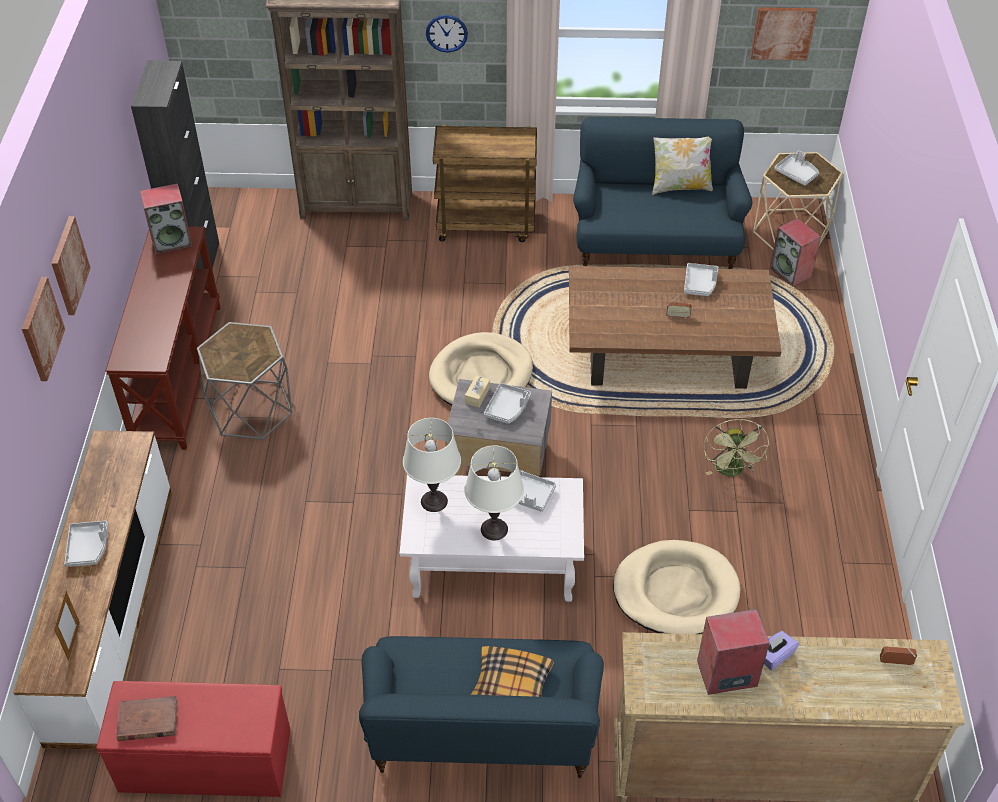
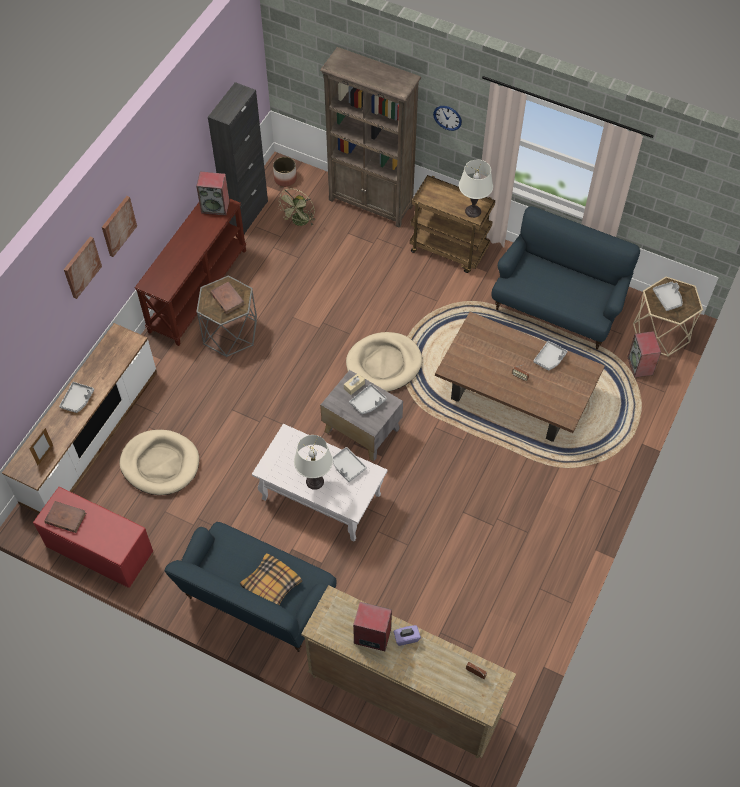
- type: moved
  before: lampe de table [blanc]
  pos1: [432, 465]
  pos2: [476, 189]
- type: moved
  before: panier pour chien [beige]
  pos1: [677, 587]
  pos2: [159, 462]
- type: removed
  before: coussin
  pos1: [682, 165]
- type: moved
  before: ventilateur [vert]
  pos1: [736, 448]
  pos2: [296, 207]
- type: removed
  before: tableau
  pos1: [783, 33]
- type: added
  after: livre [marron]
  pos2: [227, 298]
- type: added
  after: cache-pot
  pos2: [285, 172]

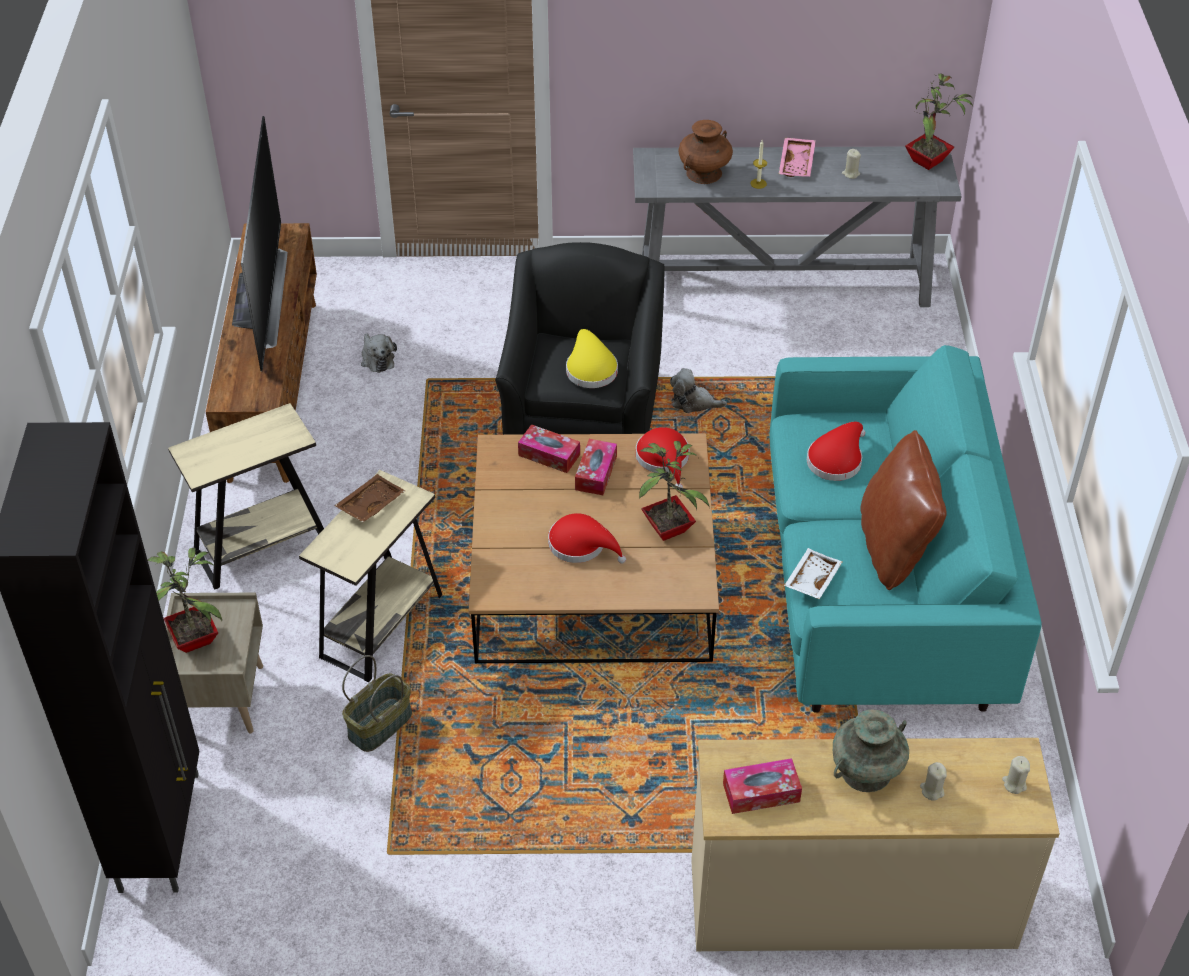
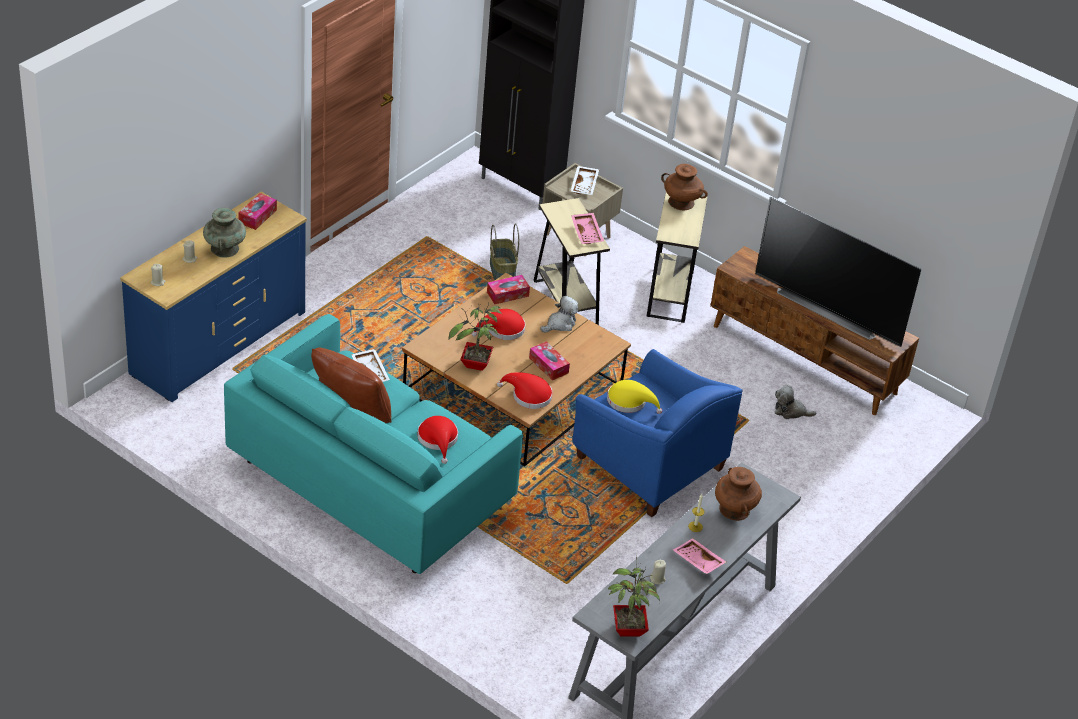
- type: replaced
  before: plante en pot
  after: plateau [blanc]
  pos1: [185, 600]
  pos2: [584, 180]
- type: recoloured
  before: plateau [marron]
  after: plateau [rose]
  pos1: [369, 498]
  pos2: [587, 228]
- type: recoloured
  before: fauteuil [noir]
  after: fauteuil [bleu]
  pos1: [580, 338]
  pos2: [657, 433]
- type: moved
  before: boîte à mouchoirs
  pos1: [549, 448]
  pos2: [508, 289]
- type: moved
  before: peluche
  pos1: [698, 390]
  pos2: [559, 314]
- type: recoloured
  before: commode [beige]
  after: commode [bleu]
  pos1: [875, 844]
  pos2: [213, 297]
- type: added
  after: vase [marron]
  pos2: [684, 187]

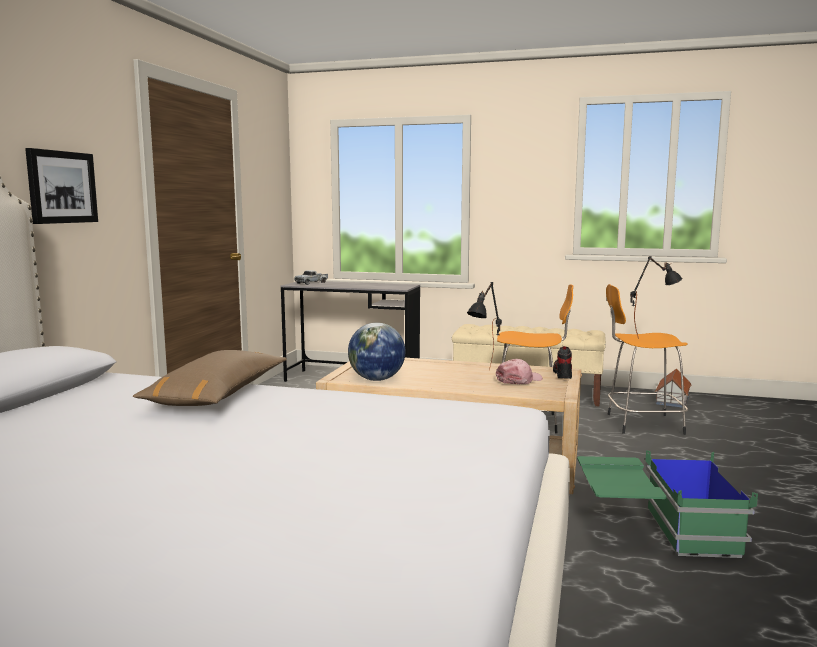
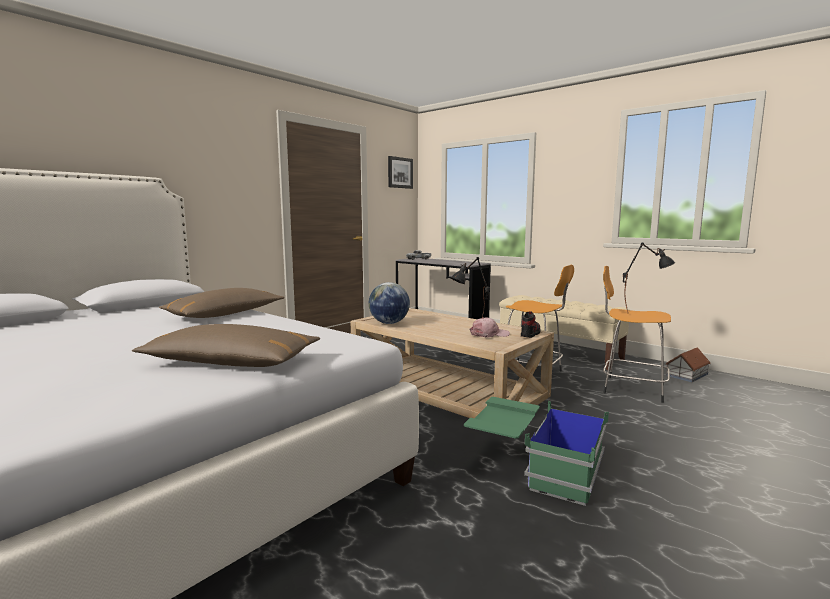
- type: moved
  before: tableau
  pos1: [61, 186]
  pos2: [400, 172]
- type: added
  after: coussin [marron]
  pos2: [226, 345]

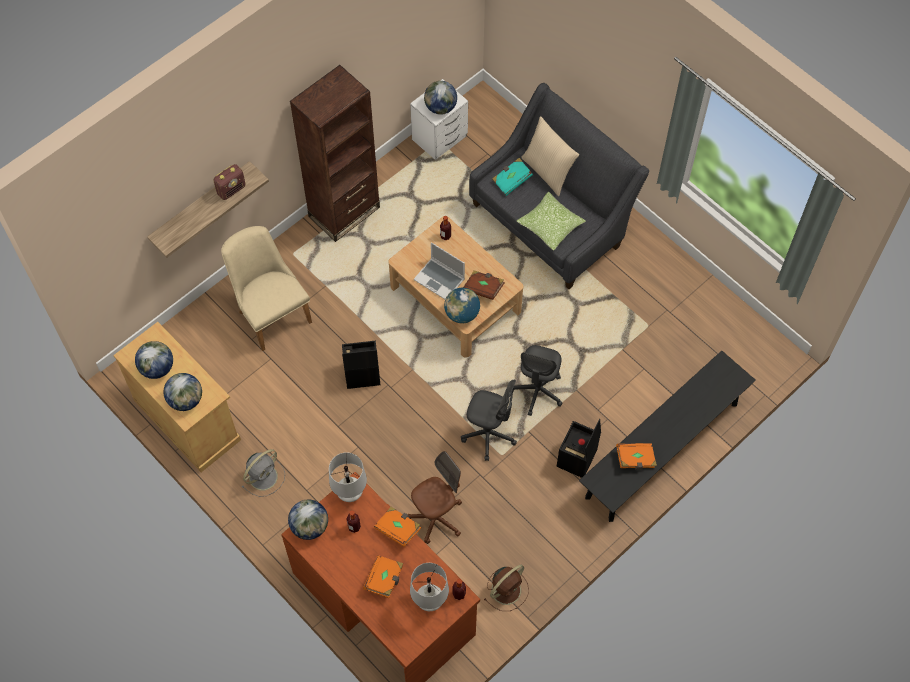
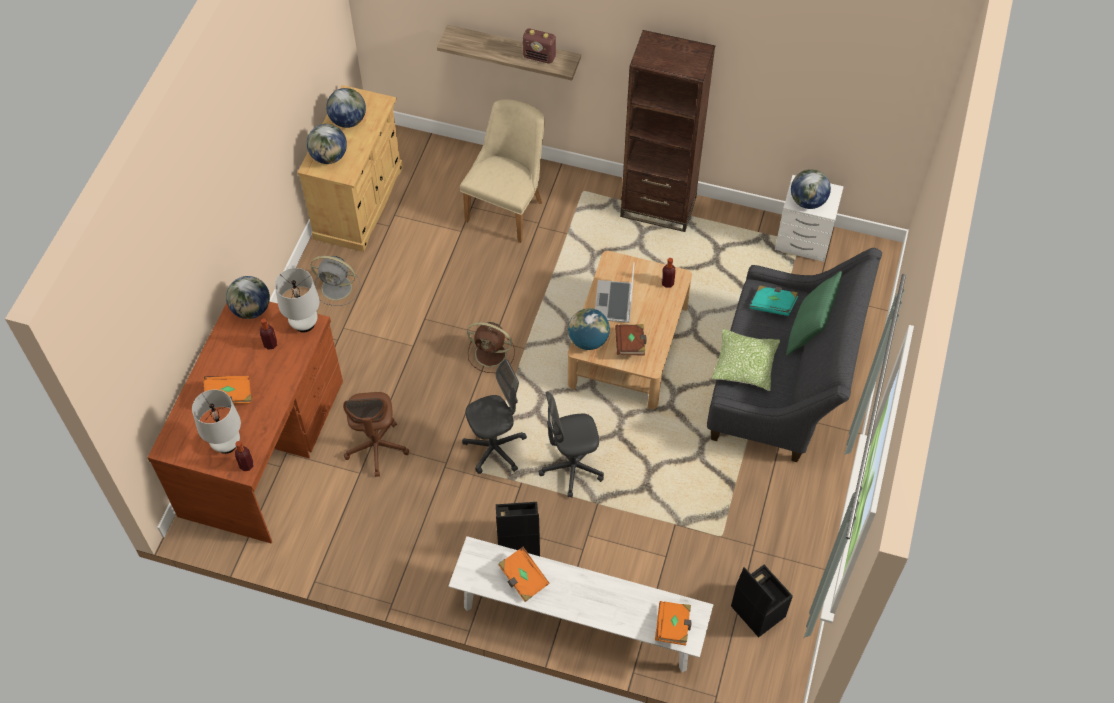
- type: moved
  before: boîte de rangement [noir]
  pos1: [361, 365]
  pos2: [762, 601]
- type: moved
  before: livre [orange]
  pos1: [397, 527]
  pos2: [673, 623]
- type: turned
  before: chaise de bureau [marron]
  pos1: [435, 497]
  pos2: [376, 434]
  turn: 60
- type: turned
  before: chaise de bureau [gris]
  pos1: [489, 420]
  pos2: [494, 416]
  turn: -105
- type: moved
  before: ventilateur [marron]
  pos1: [506, 588]
  pos2: [491, 347]
- type: recoloured
  before: coussin [beige]
  after: coussin [vert]
  pos1: [550, 156]
  pos2: [814, 313]
- type: recoloured
  before: banc [noir]
  after: banc [blanc]
  pos1: [667, 436]
  pos2: [581, 604]

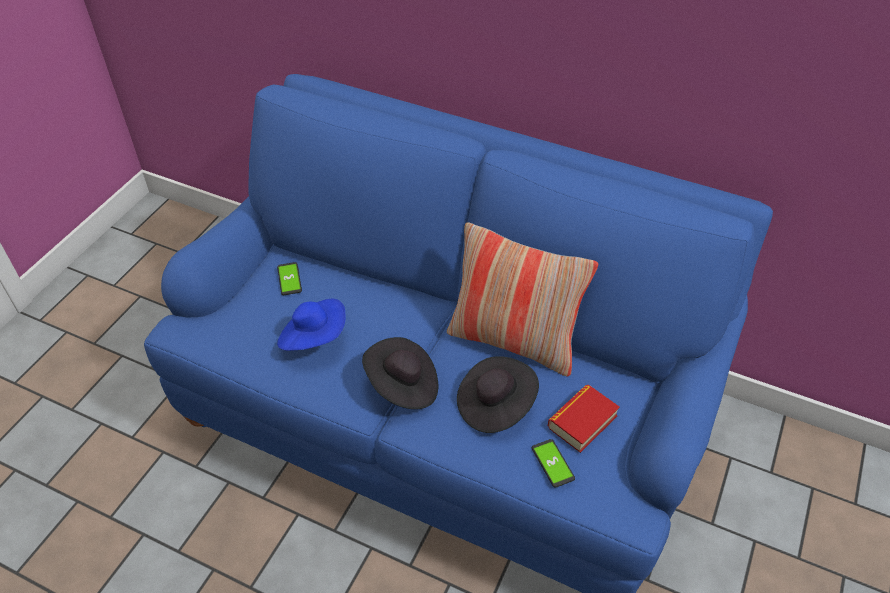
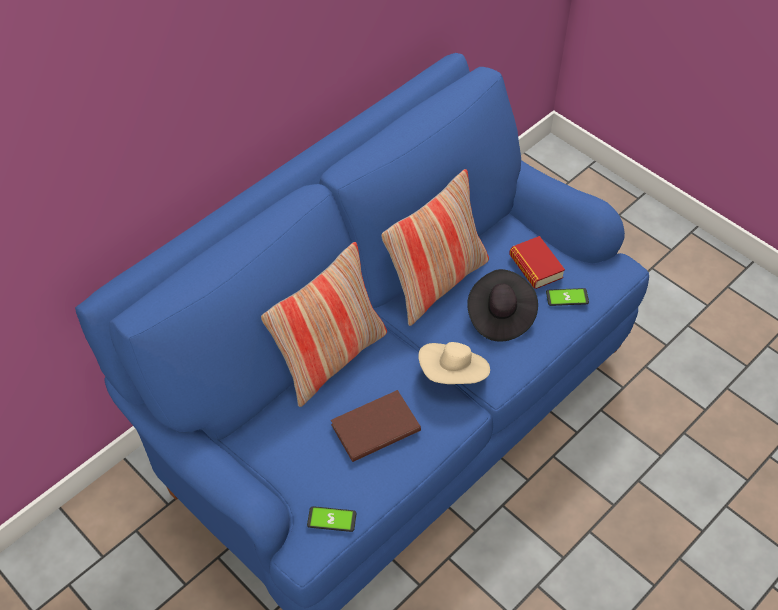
- type: moved
  before: téléphone
  pos1: [289, 278]
  pos2: [332, 519]
- type: replaced
  before: chapeau [bleu]
  after: livre [marron]
  pos1: [311, 324]
  pos2: [376, 426]
- type: recoloured
  before: chapeau [noir]
  after: chapeau [beige]
  pos1: [400, 373]
  pos2: [454, 363]
- type: added
  after: coussin
  pos2: [324, 324]

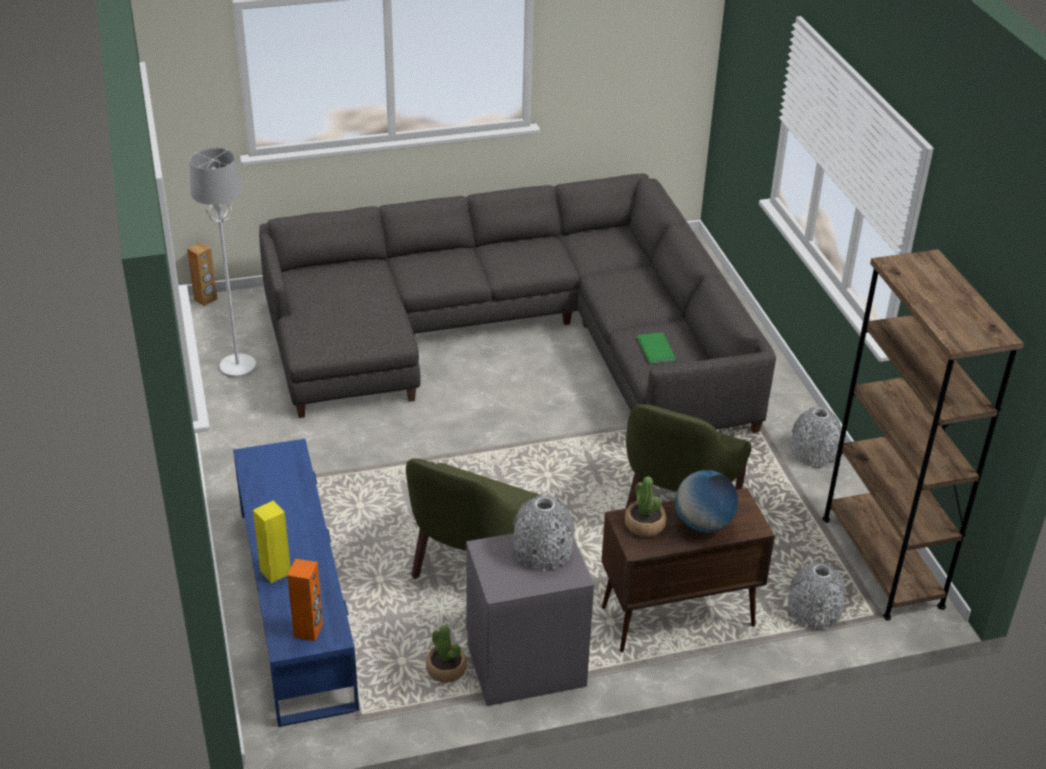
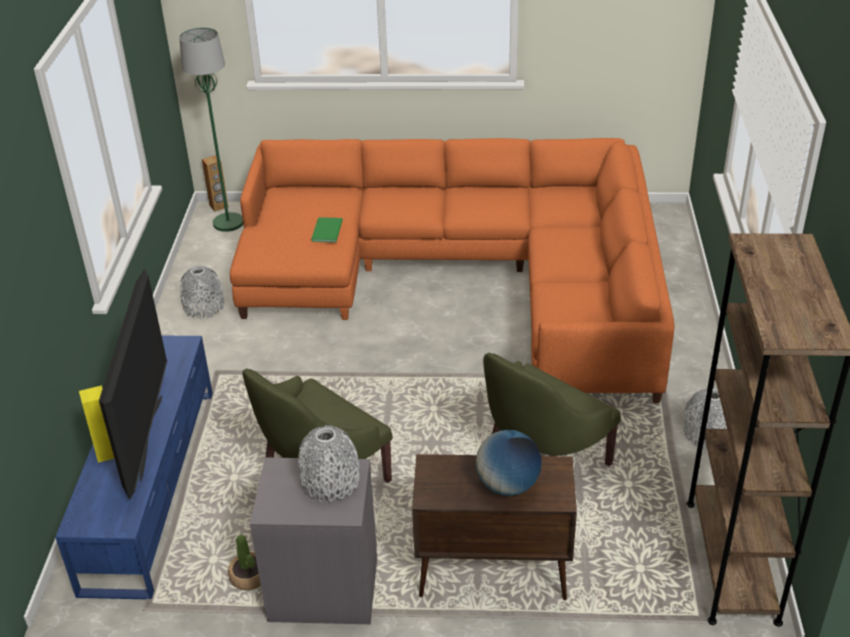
- type: removed
  before: lampadaire [blanc]
  pos1: [222, 262]
- type: recoloured
  before: canapé [gris]
  after: canapé [orange]
  pos1: [517, 303]
  pos2: [452, 270]
- type: removed
  before: enceinte [orange]
  pos1: [305, 600]
- type: removed
  before: plante en pot
  pos1: [646, 506]
- type: moved
  before: livre [vert]
  pos1: [656, 348]
  pos2: [327, 230]
- type: moved
  before: vase [gris]
  pos1: [817, 596]
  pos2: [202, 292]
- type: added
  after: téléviseur
  pos2: [133, 384]
- type: added
  after: lampadaire [vert]
  pos2: [211, 129]

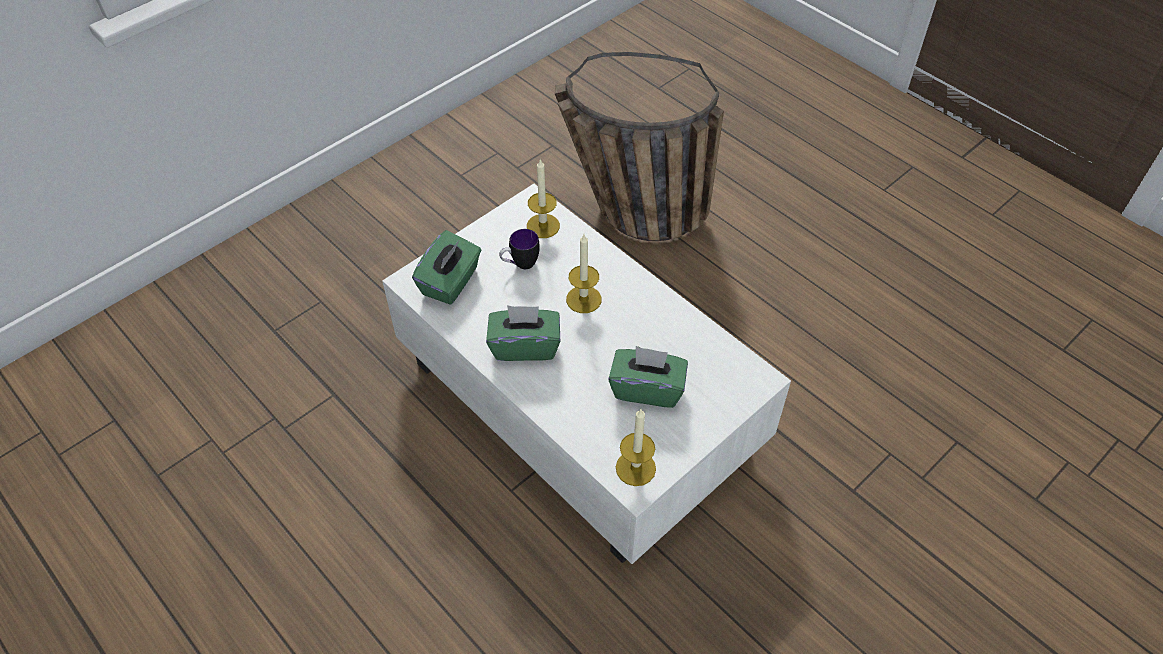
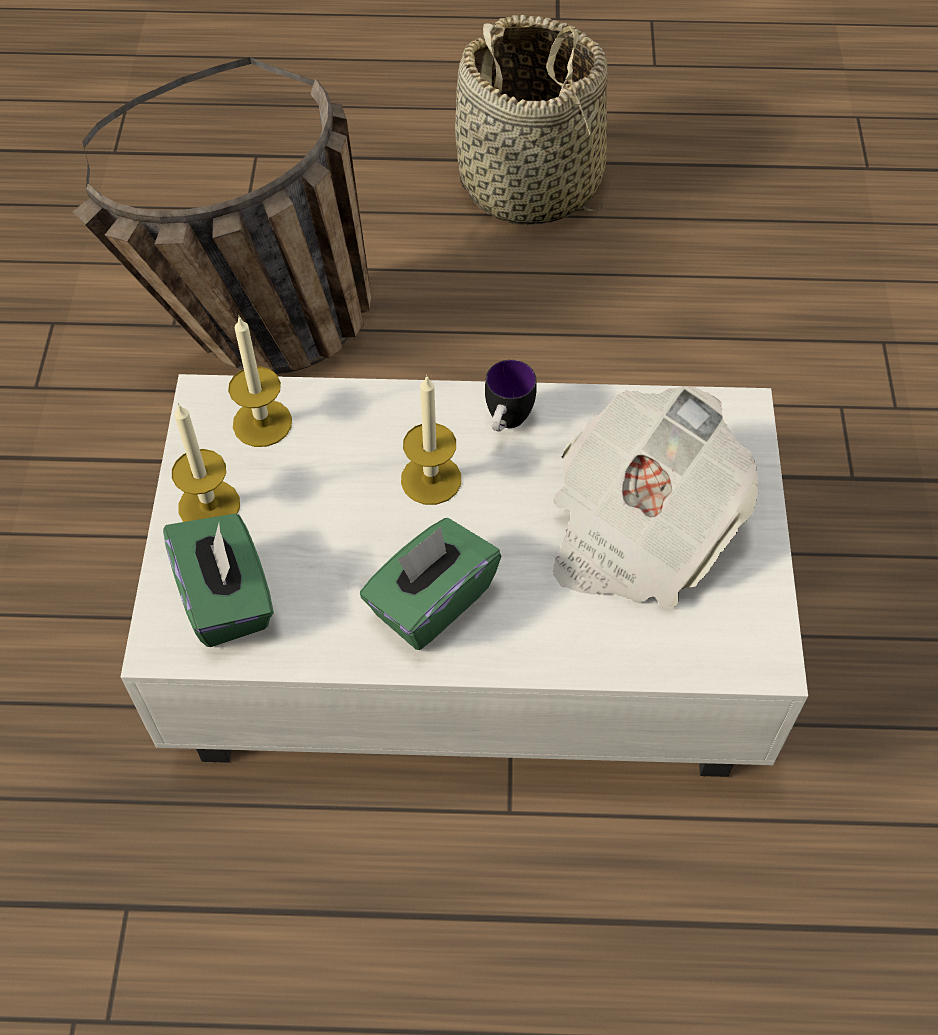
- type: moved
  before: mug
  pos1: [519, 249]
  pos2: [511, 395]
- type: replaced
  before: boîte à mouchoirs [vert]
  after: journal
  pos1: [648, 377]
  pos2: [655, 497]
- type: moved
  before: bougie
  pos1: [636, 447]
  pos2: [206, 462]
- type: added
  after: panier
  pos2: [531, 120]

